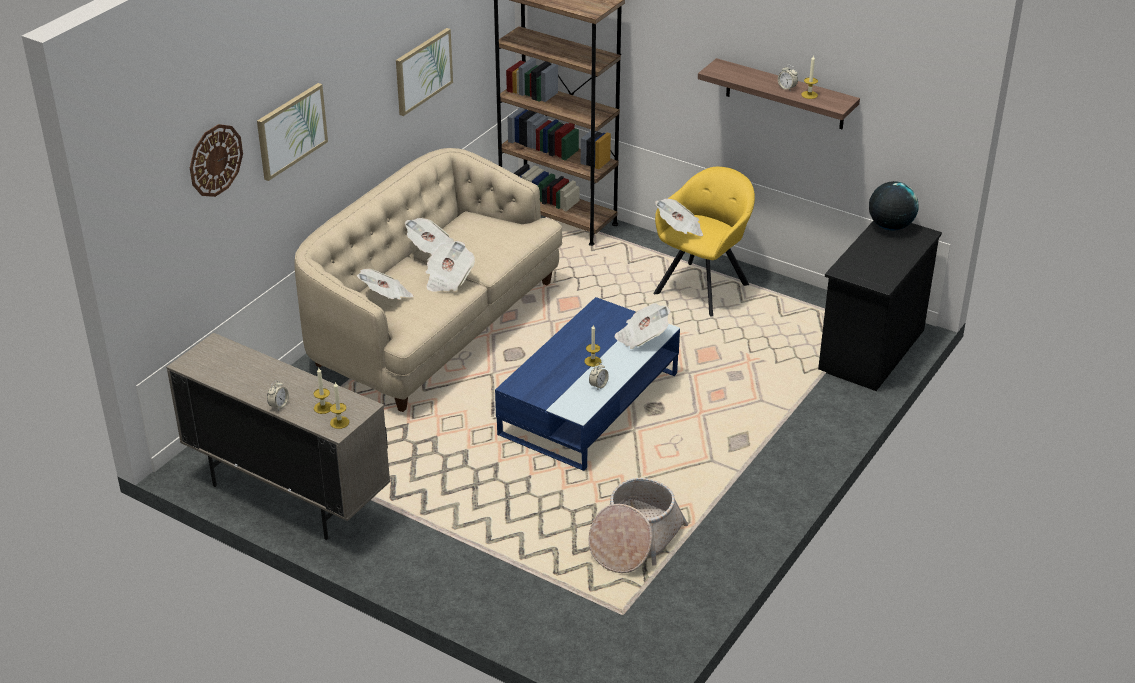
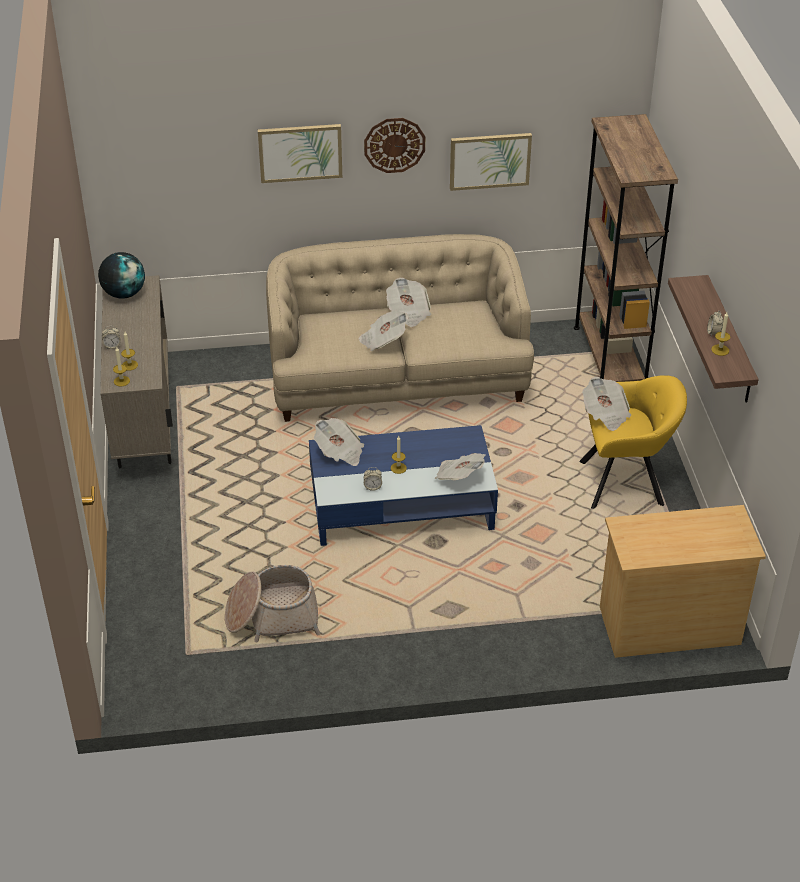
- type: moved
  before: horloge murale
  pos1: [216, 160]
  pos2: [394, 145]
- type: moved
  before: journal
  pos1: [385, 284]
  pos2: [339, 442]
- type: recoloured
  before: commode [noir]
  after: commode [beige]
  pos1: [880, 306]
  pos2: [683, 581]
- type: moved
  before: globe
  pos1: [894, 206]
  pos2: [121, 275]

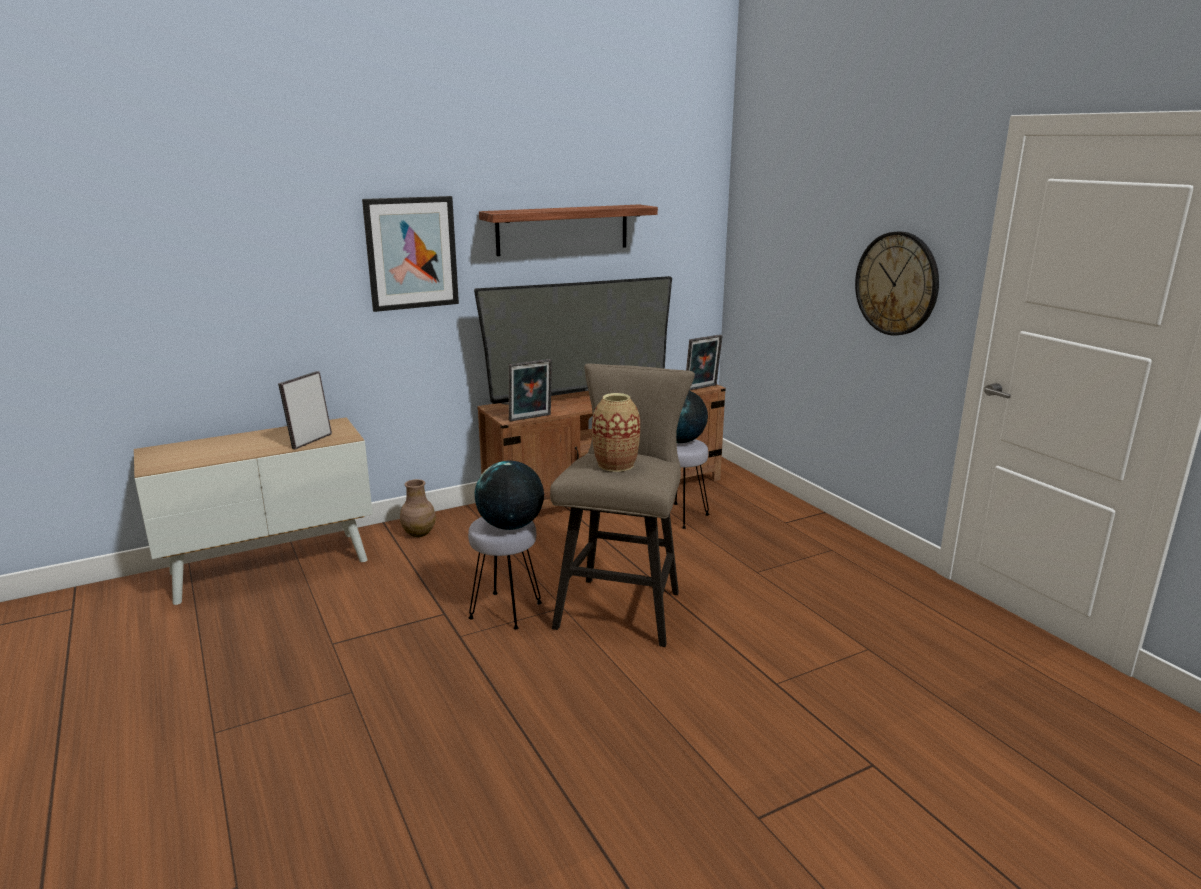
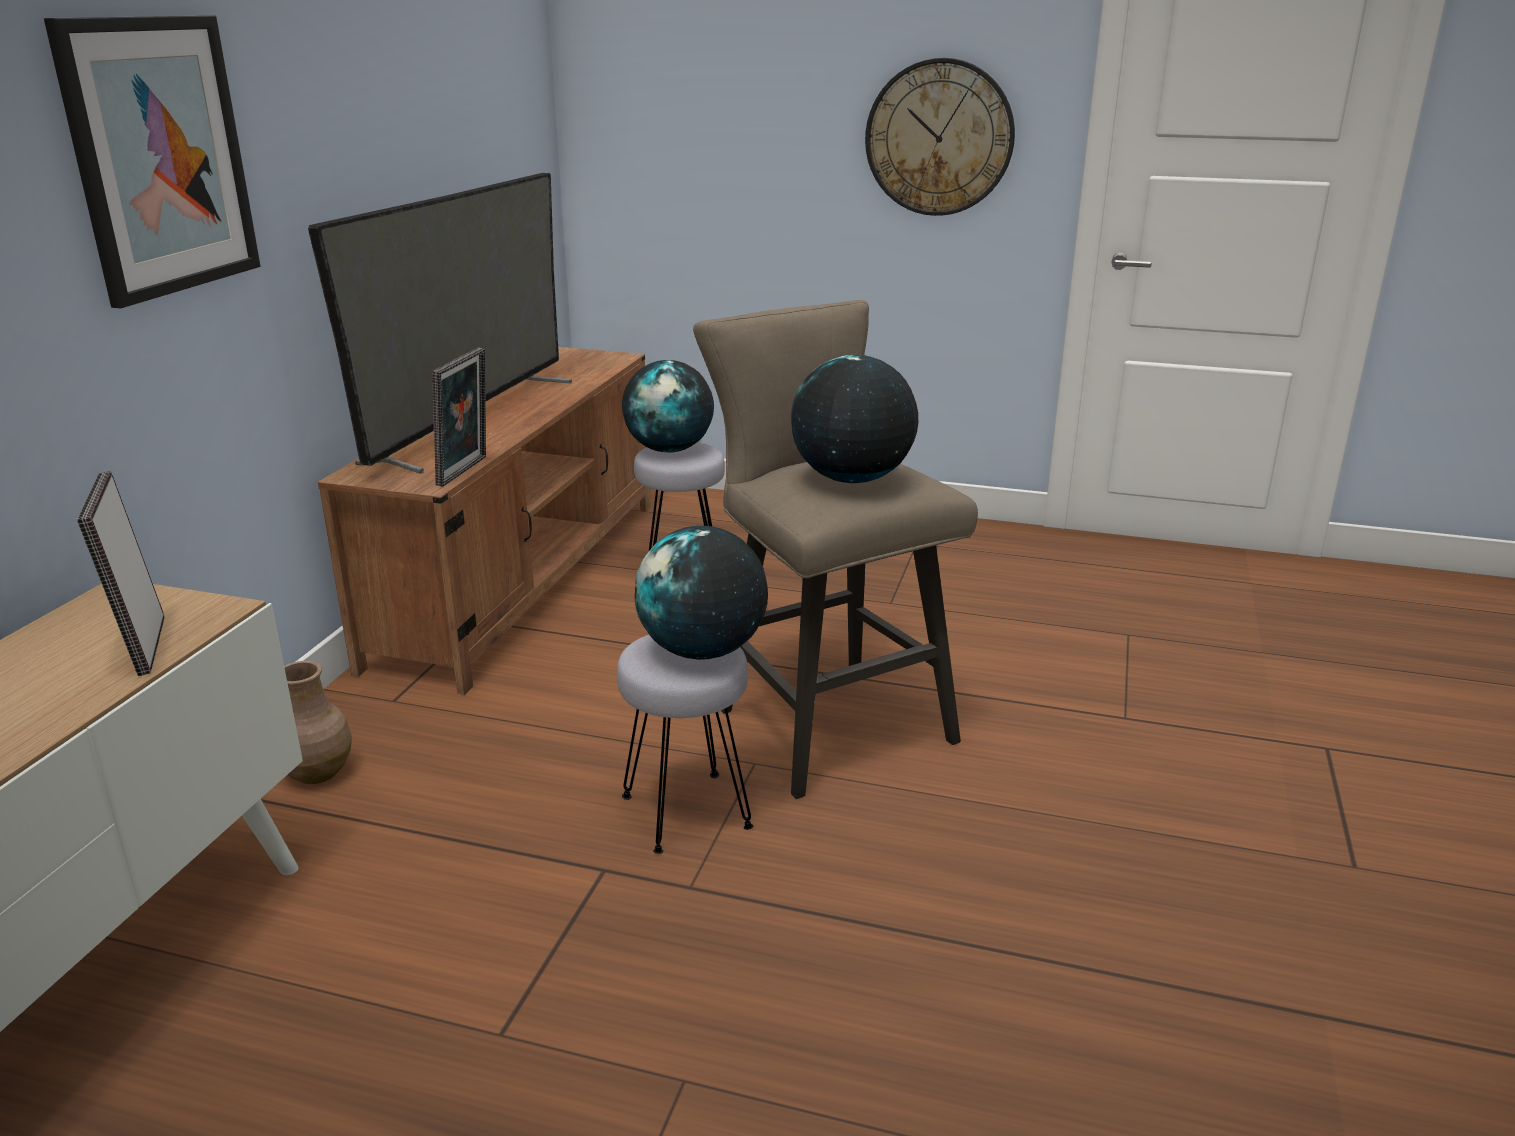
- type: removed
  before: étagère
  pos1: [568, 230]
- type: replaced
  before: vase
  after: globe
  pos1: [616, 432]
  pos2: [854, 419]
- type: removed
  before: cadre photo
  pos1: [704, 362]

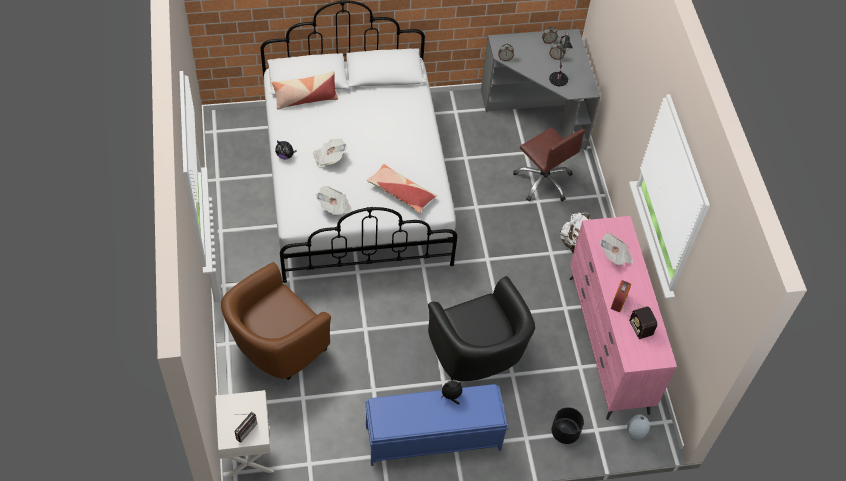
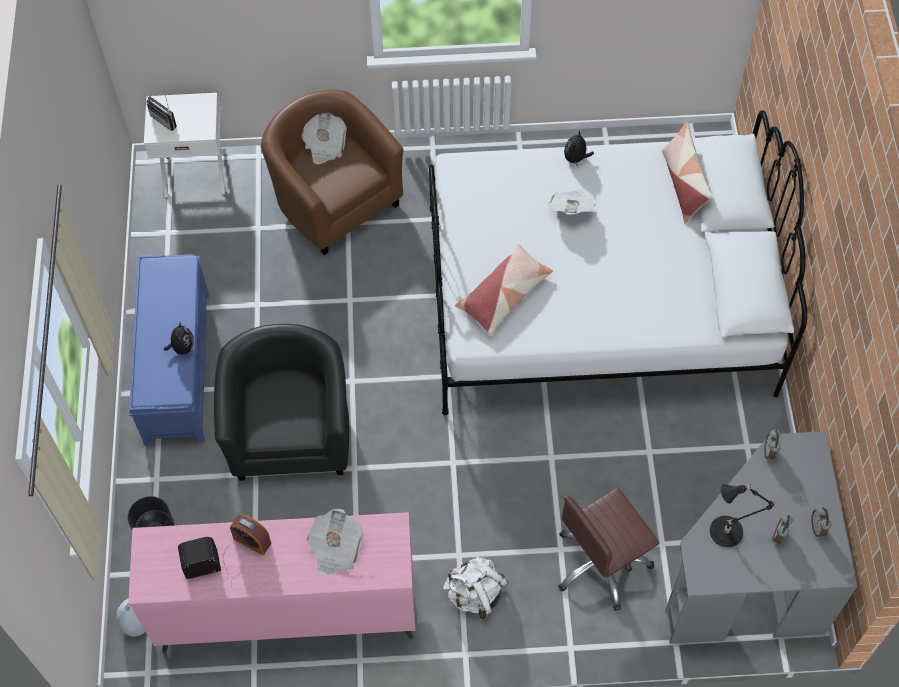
- type: moved
  before: journal
  pos1: [334, 200]
  pos2: [324, 139]
- type: turned
  before: fauteuil [noir]
  pos1: [481, 328]
  pos2: [281, 402]
  turn: 105

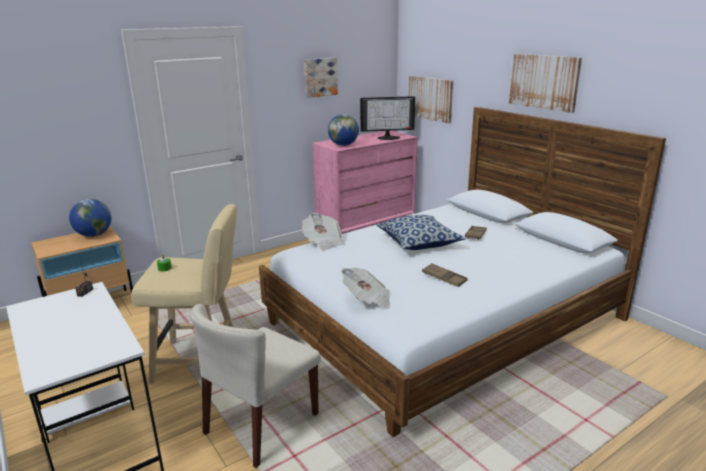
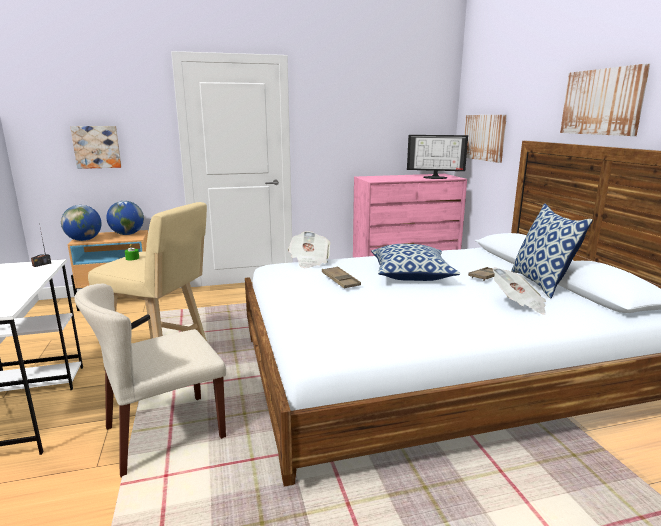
- type: moved
  before: tableau
  pos1: [321, 78]
  pos2: [96, 147]
- type: moved
  before: globe
  pos1: [343, 130]
  pos2: [81, 223]
- type: moved
  before: journal
  pos1: [365, 288]
  pos2: [519, 291]
- type: moved
  before: plateau [marron]
  pos1: [445, 275]
  pos2: [341, 277]
- type: added
  after: coussin
  pos2: [552, 250]

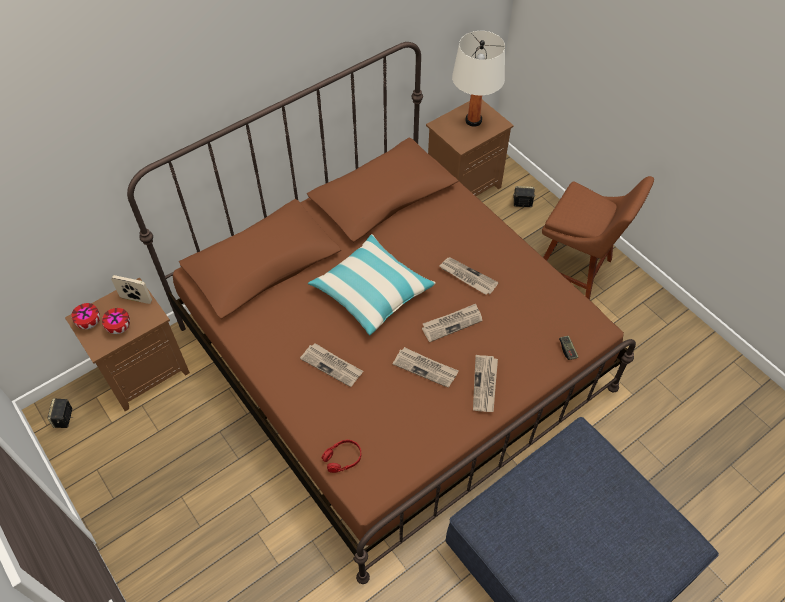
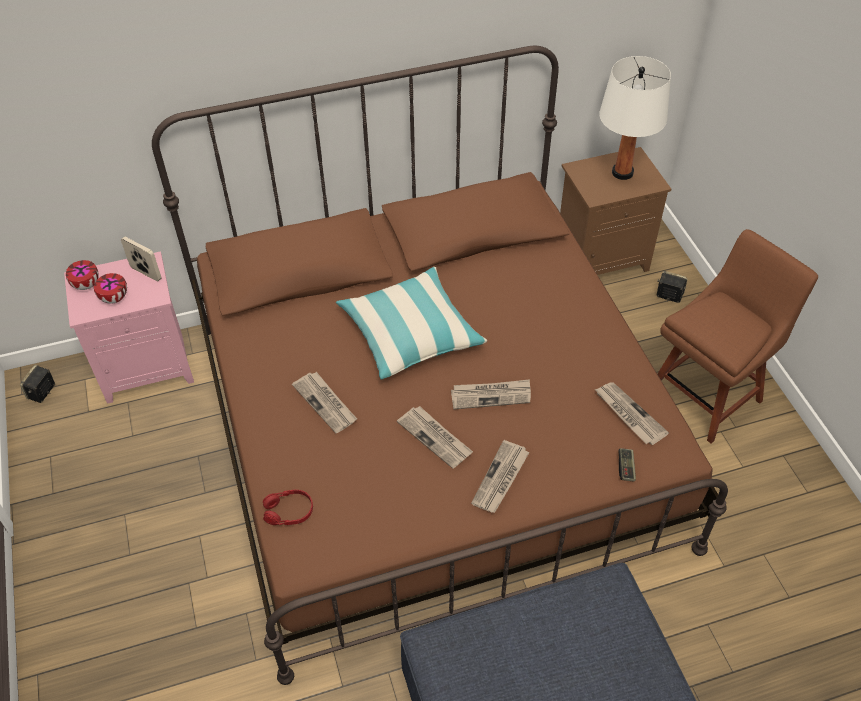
- type: recoloured
  before: table de chevet [marron]
  after: table de chevet [rose]
  pos1: [127, 344]
  pos2: [129, 327]
- type: moved
  before: journal
  pos1: [469, 276]
  pos2: [632, 413]
- type: turned
  before: chaise [marron]
  pos1: [598, 238]
  pos2: [738, 336]
  turn: -90

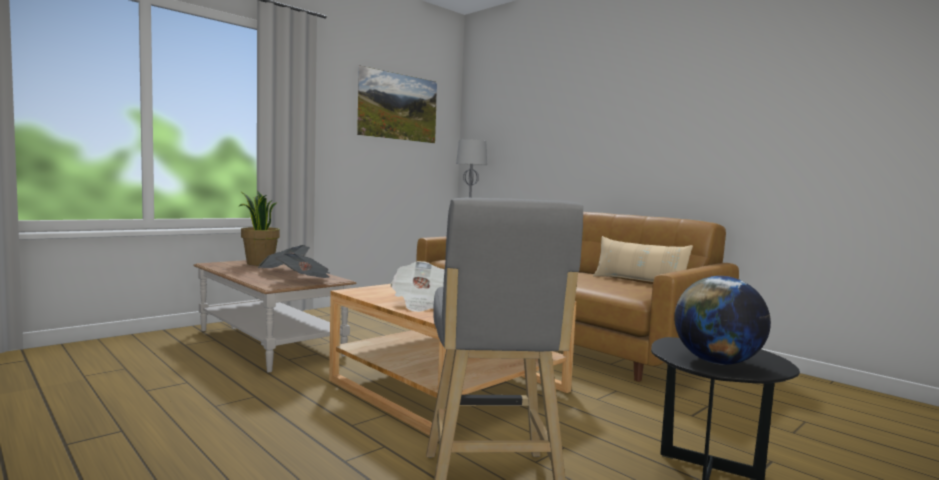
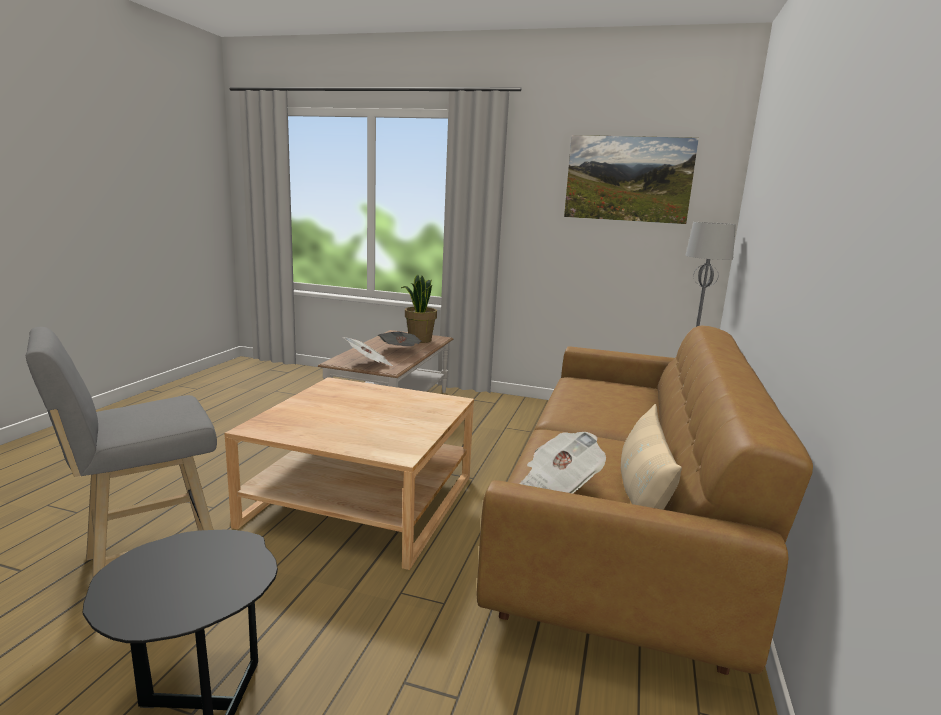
- type: moved
  before: journal
  pos1: [417, 286]
  pos2: [563, 463]
- type: removed
  before: globe
  pos1: [722, 320]

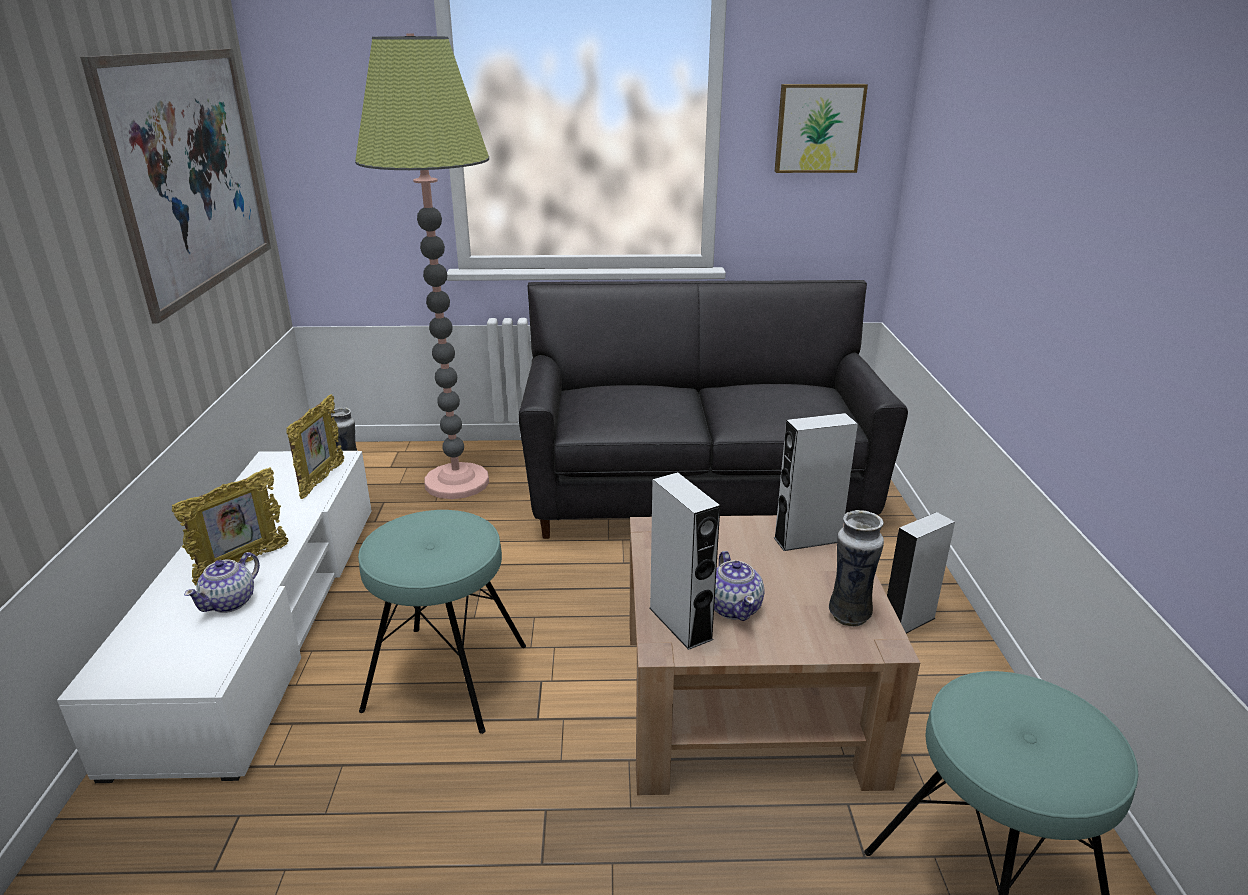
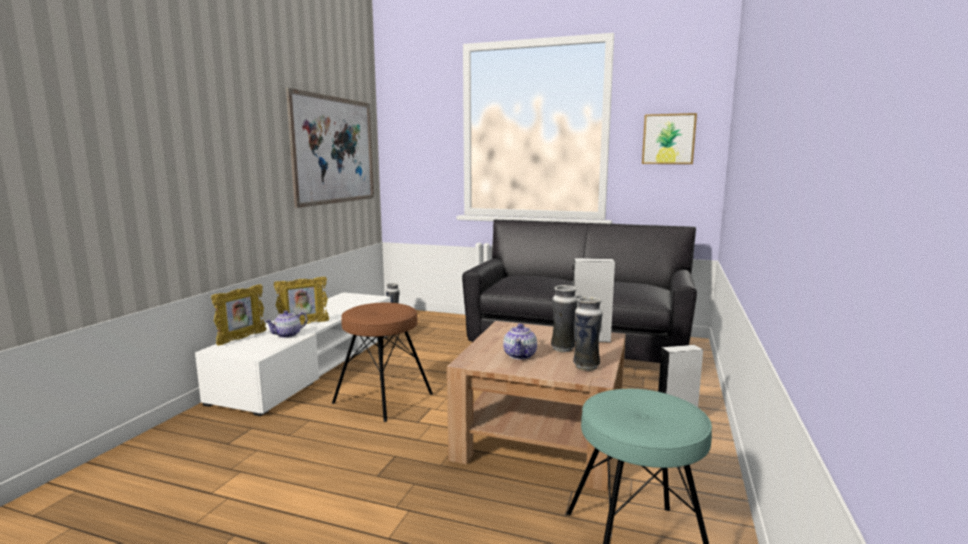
- type: moved
  before: cadre photo
  pos1: [315, 446]
  pos2: [239, 315]
- type: removed
  before: lampadaire
  pos1: [422, 266]
- type: recoloured
  before: tabouret [turquoise]
  after: tabouret [marron]
  pos1: [442, 622]
  pos2: [382, 362]
- type: removed
  before: enceinte [gris]
  pos1: [684, 561]
- type: added
  after: vase
  pos2: [564, 318]

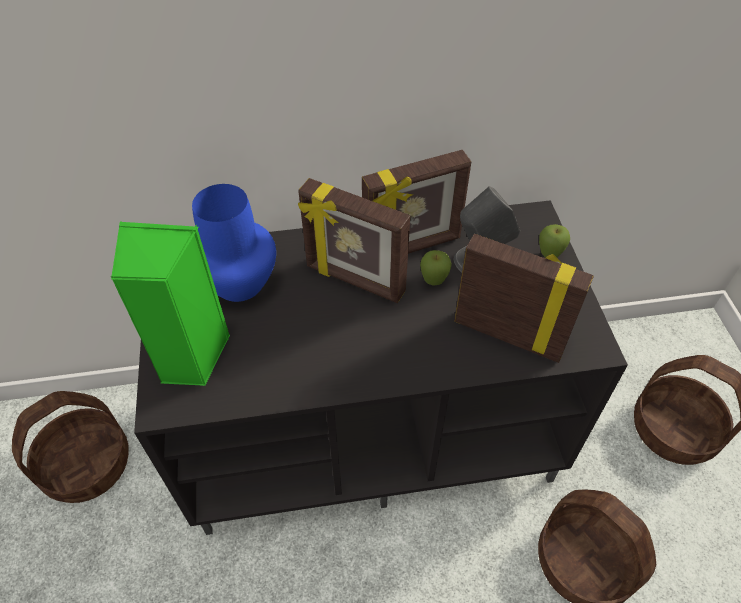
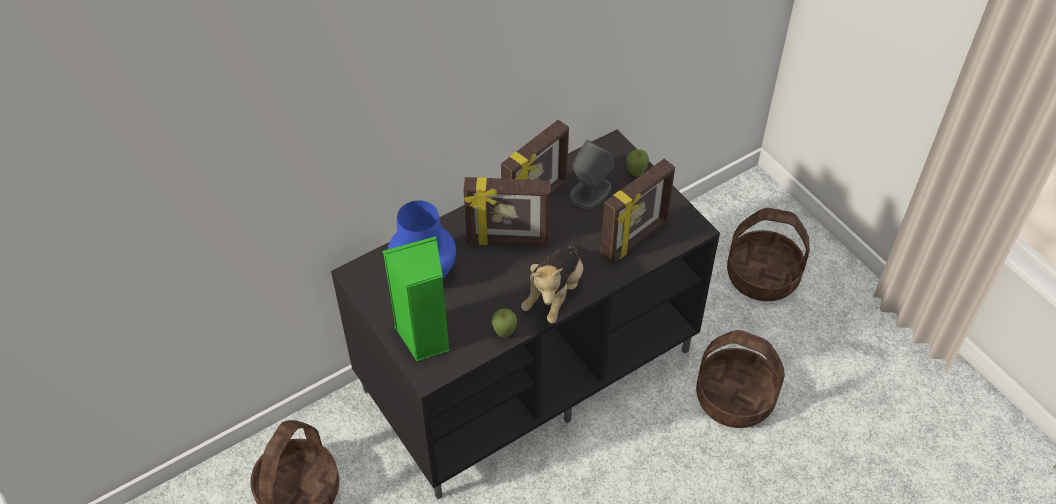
- type: moved
  before: pomme
  pos1: [436, 267]
  pos2: [504, 323]
- type: turned
  before: cadre photo
  pos1: [524, 298]
  pos2: [637, 211]
  turn: 135
- type: added
  after: peluche
  pos2: [552, 284]

